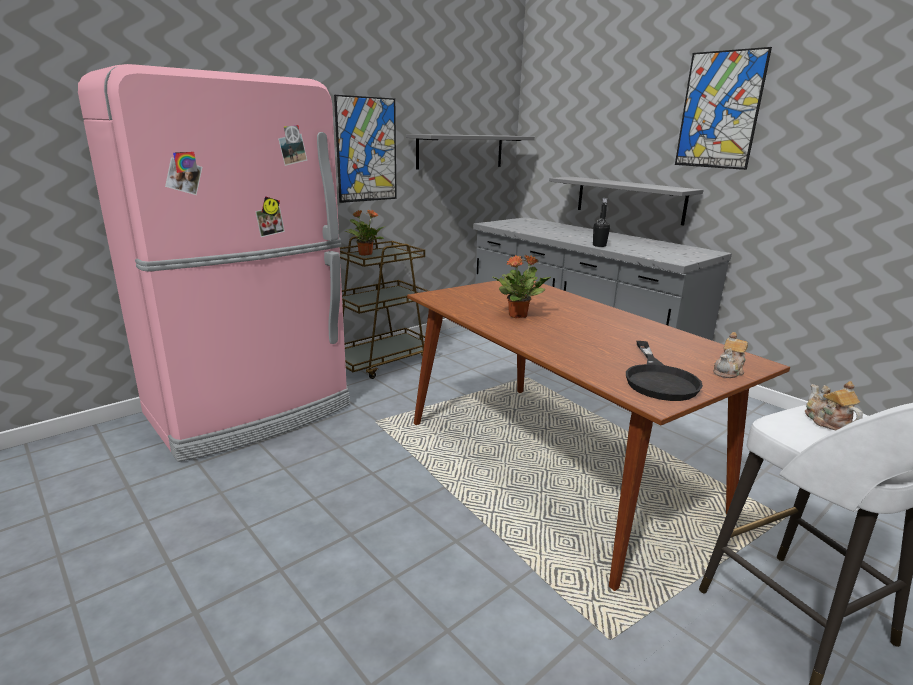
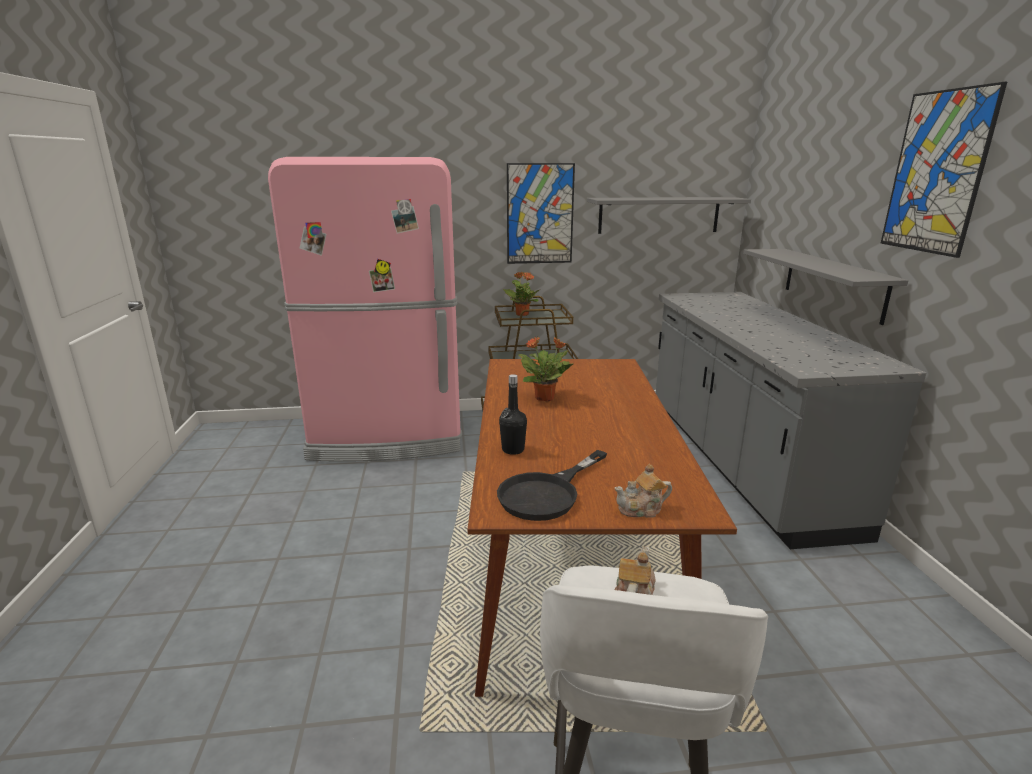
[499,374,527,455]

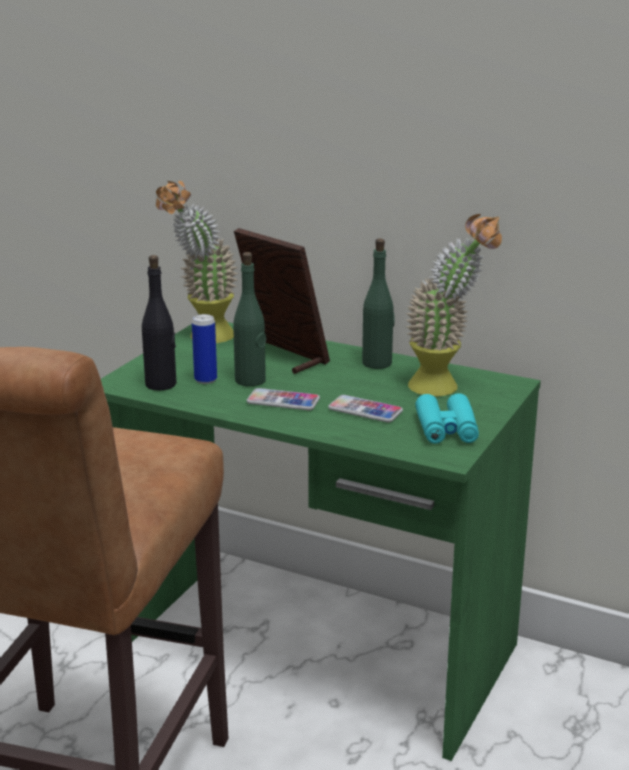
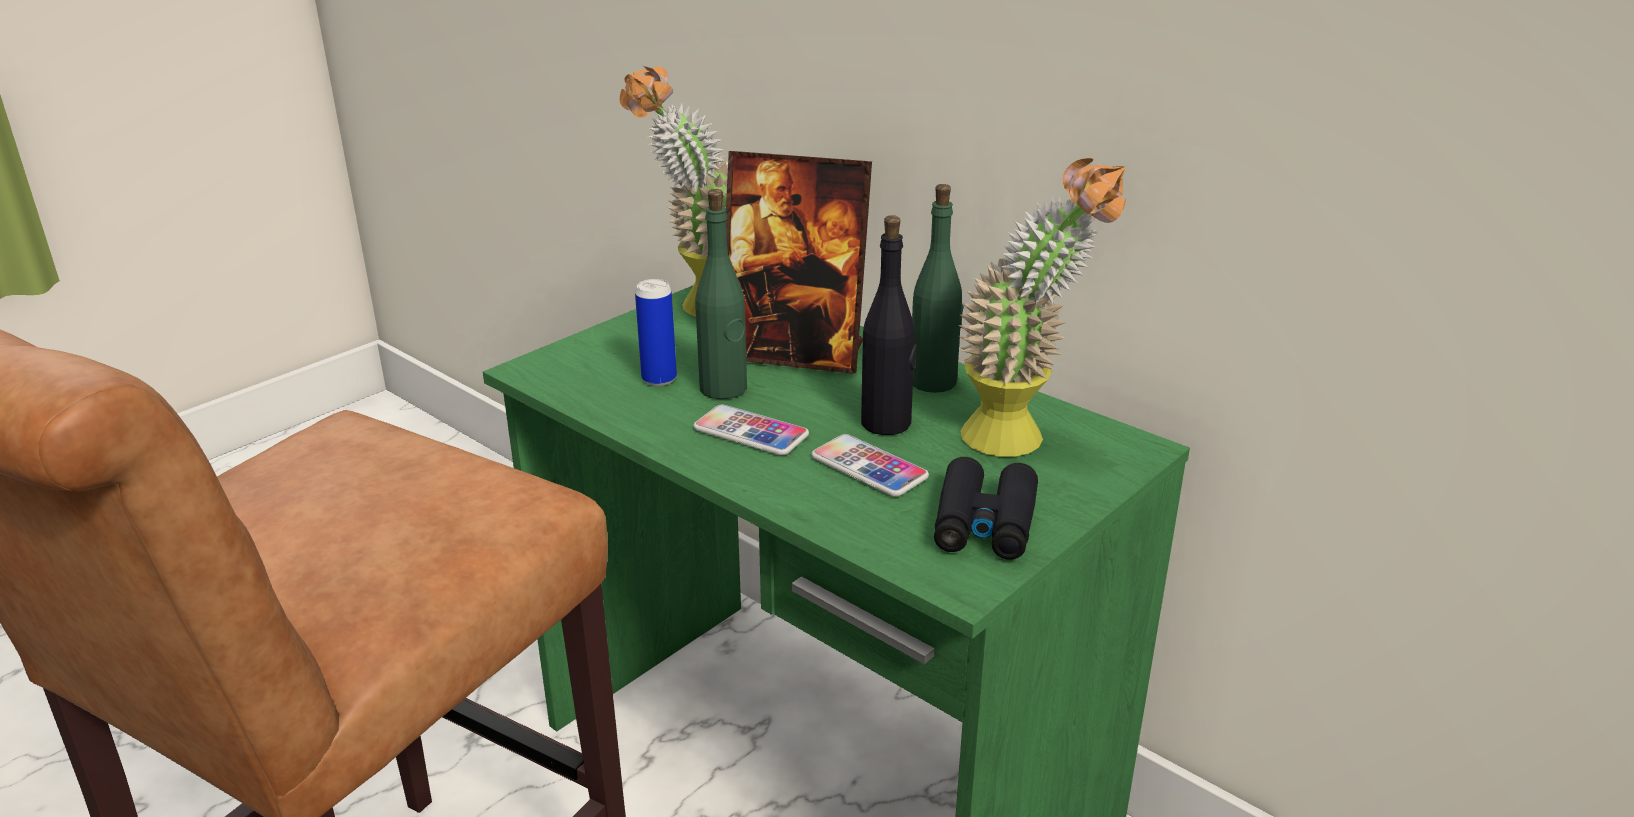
[726,151,872,374]
[861,215,917,435]
[934,457,1038,559]

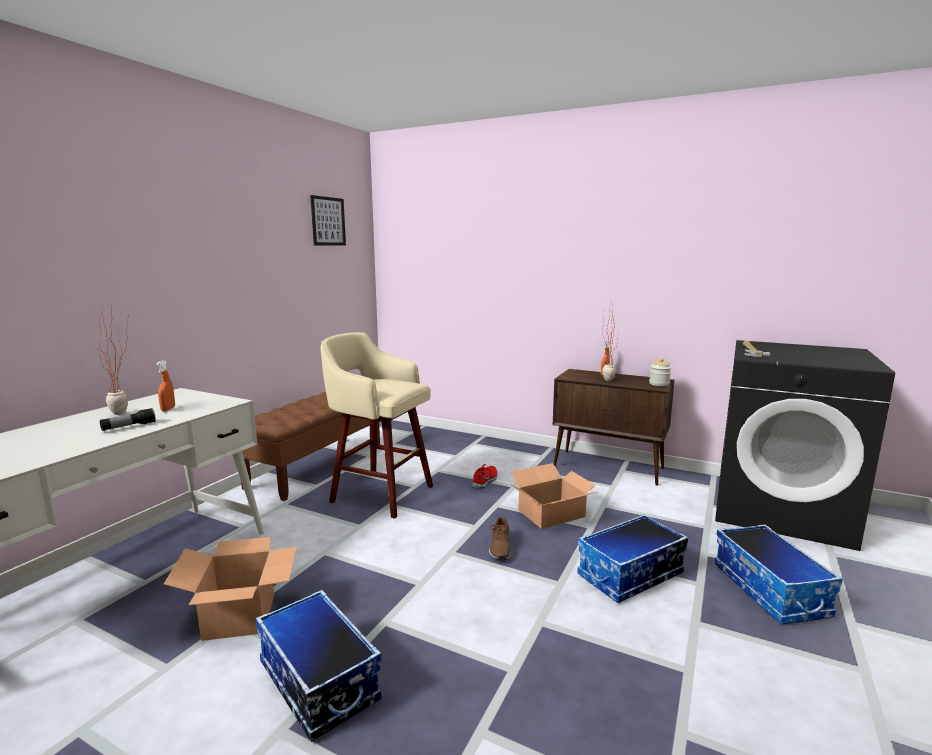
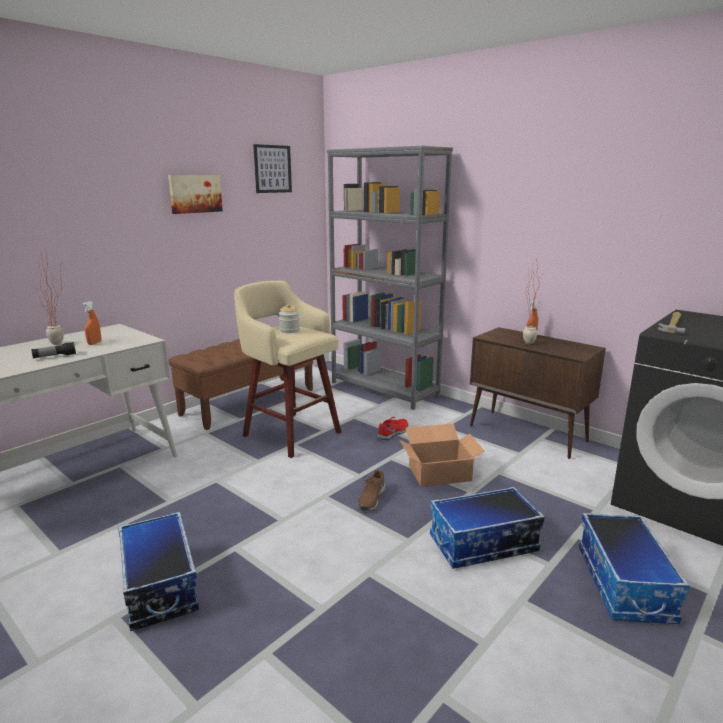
[168,175,223,214]
[279,304,300,333]
[327,146,453,410]
[164,537,297,641] (first image)

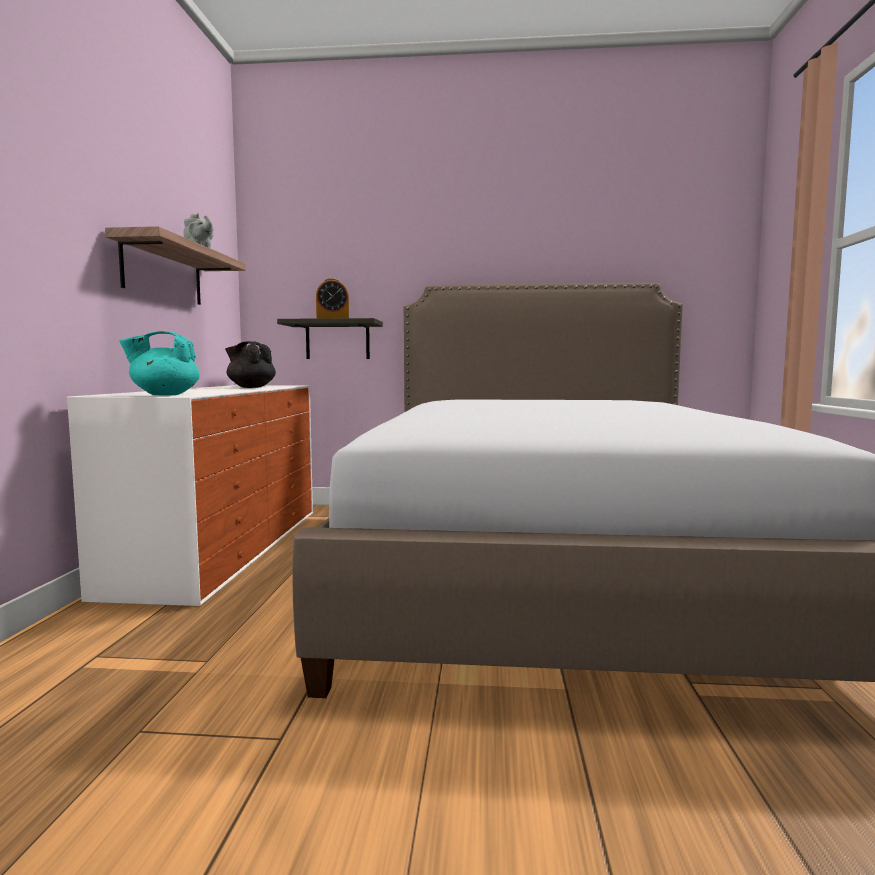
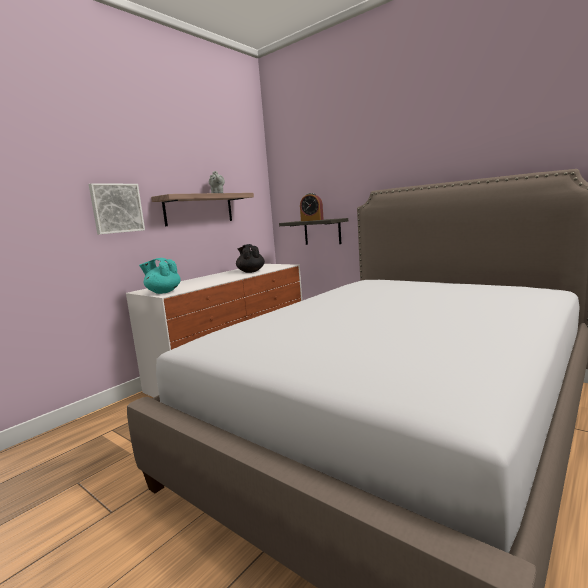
[89,183,145,234]

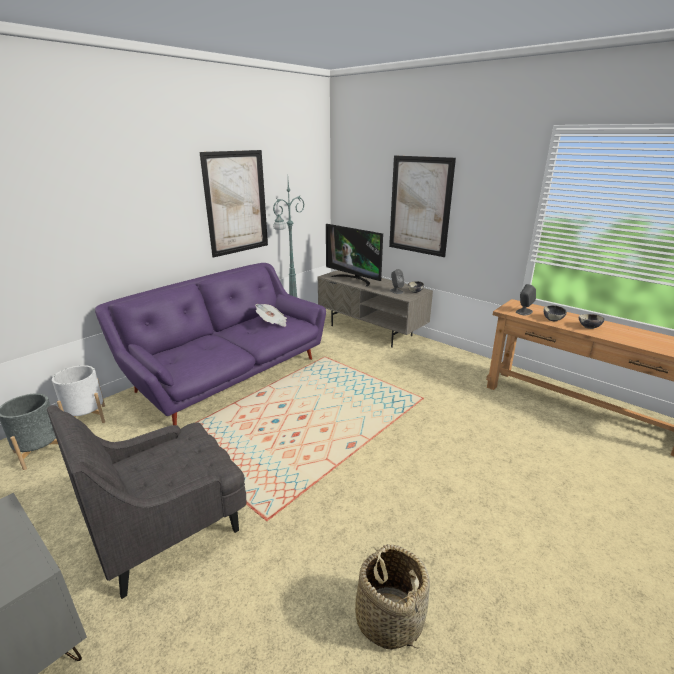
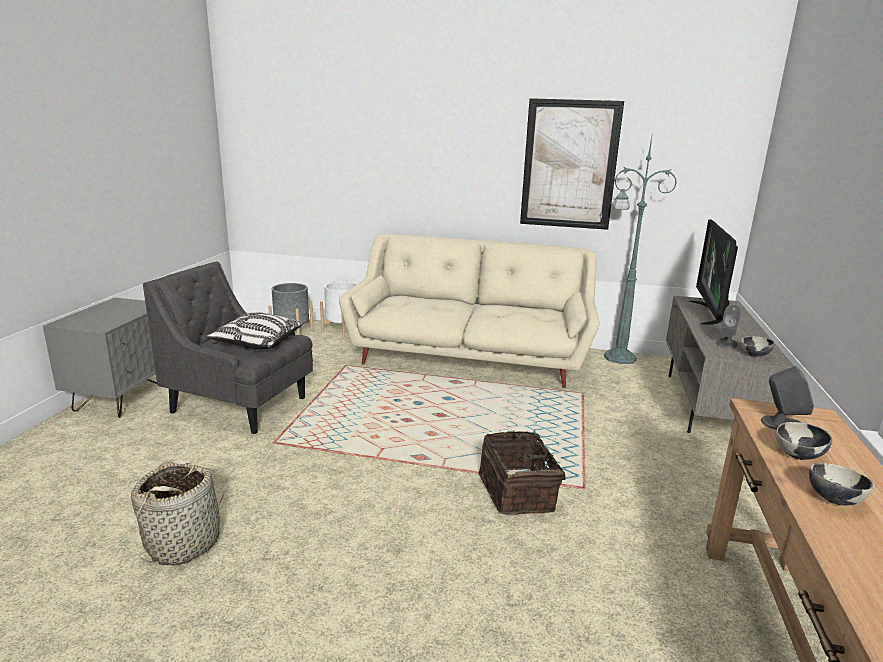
[206,312,303,349]
[339,234,600,388]
[479,431,566,515]
[255,304,287,327] (first image)
[389,156,456,257] (first image)

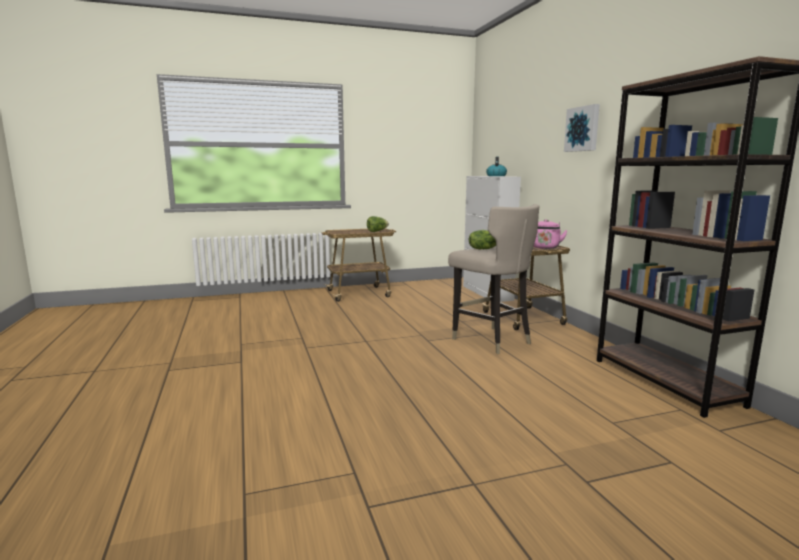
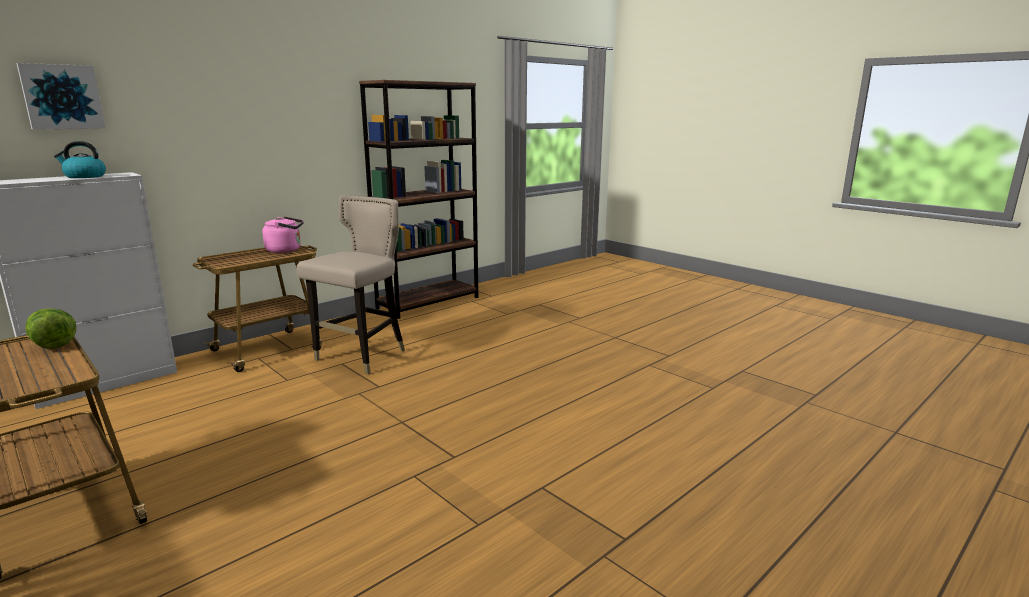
[17,63,105,130]
[469,230,496,249] (first image)

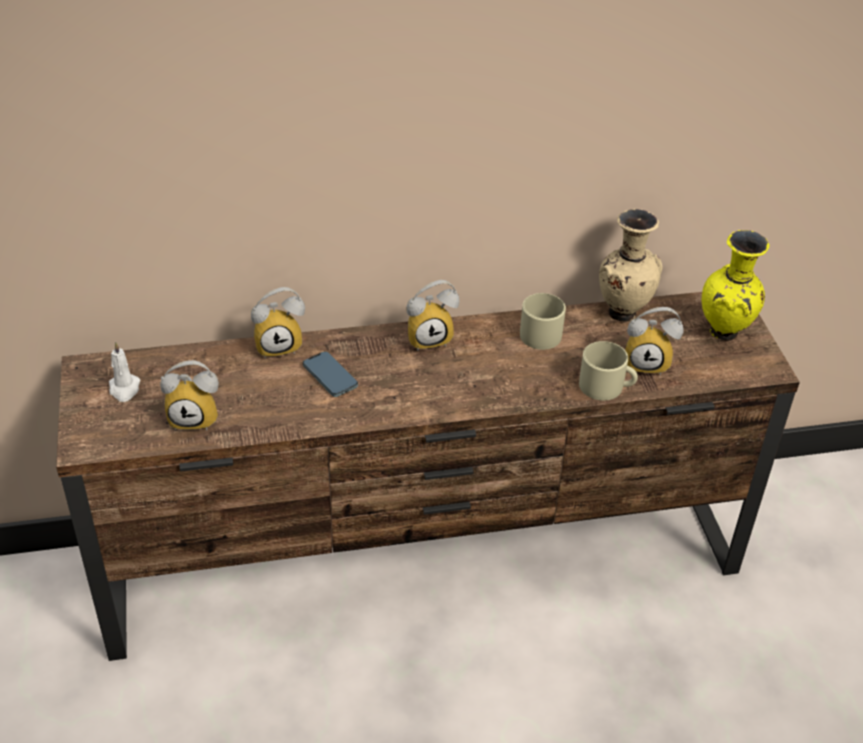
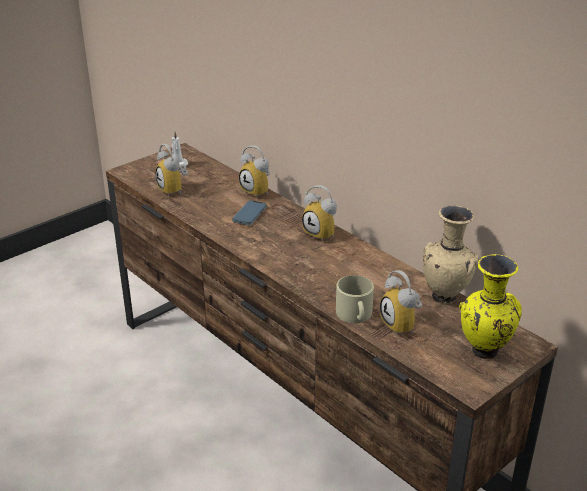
[520,293,566,350] (first image)

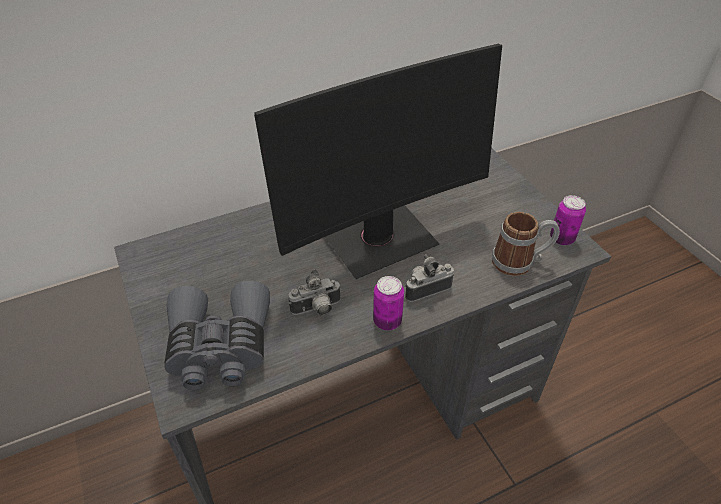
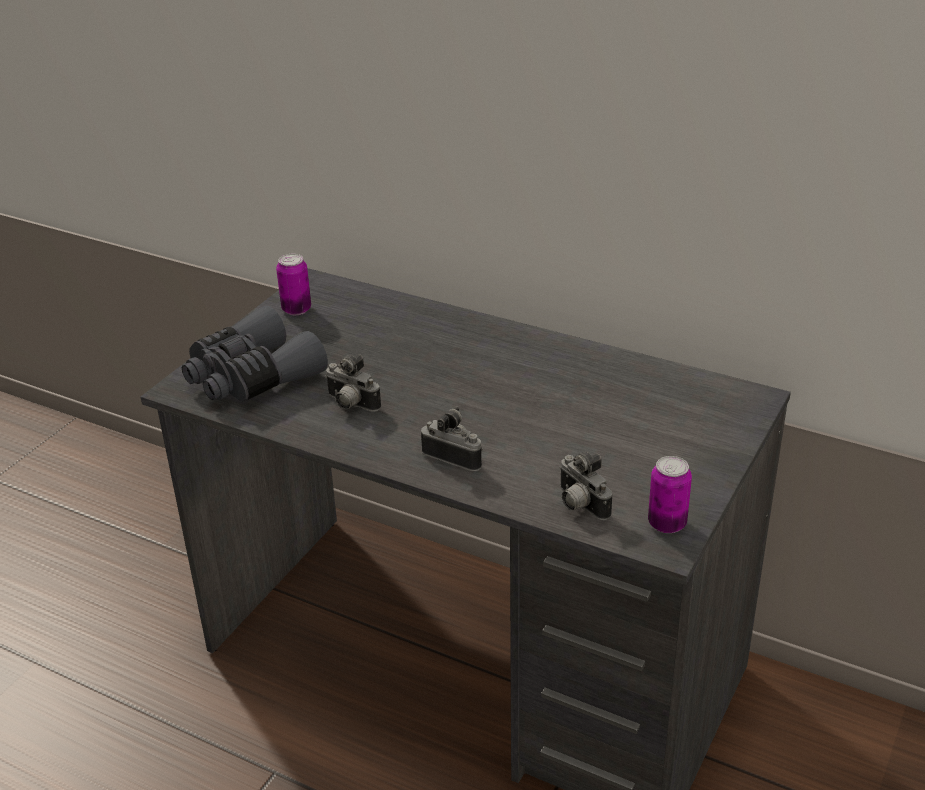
[276,254,311,315]
[559,451,612,520]
[254,44,502,279] (first image)

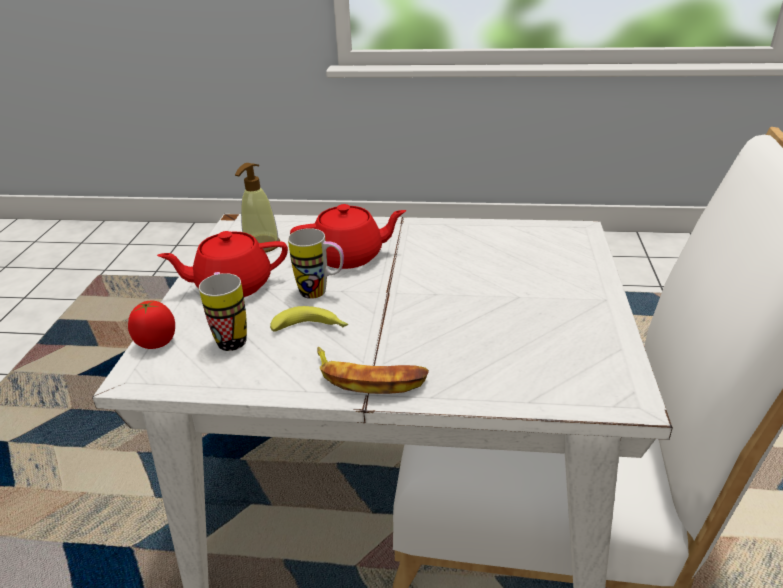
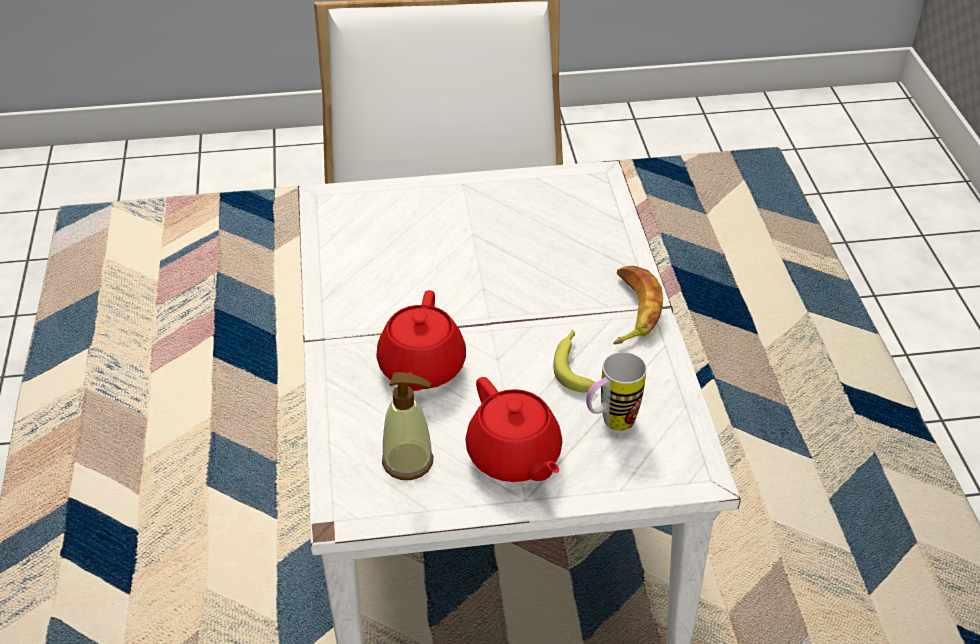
[376,290,466,391]
[128,301,175,349] (first image)
[288,228,344,299] (first image)

